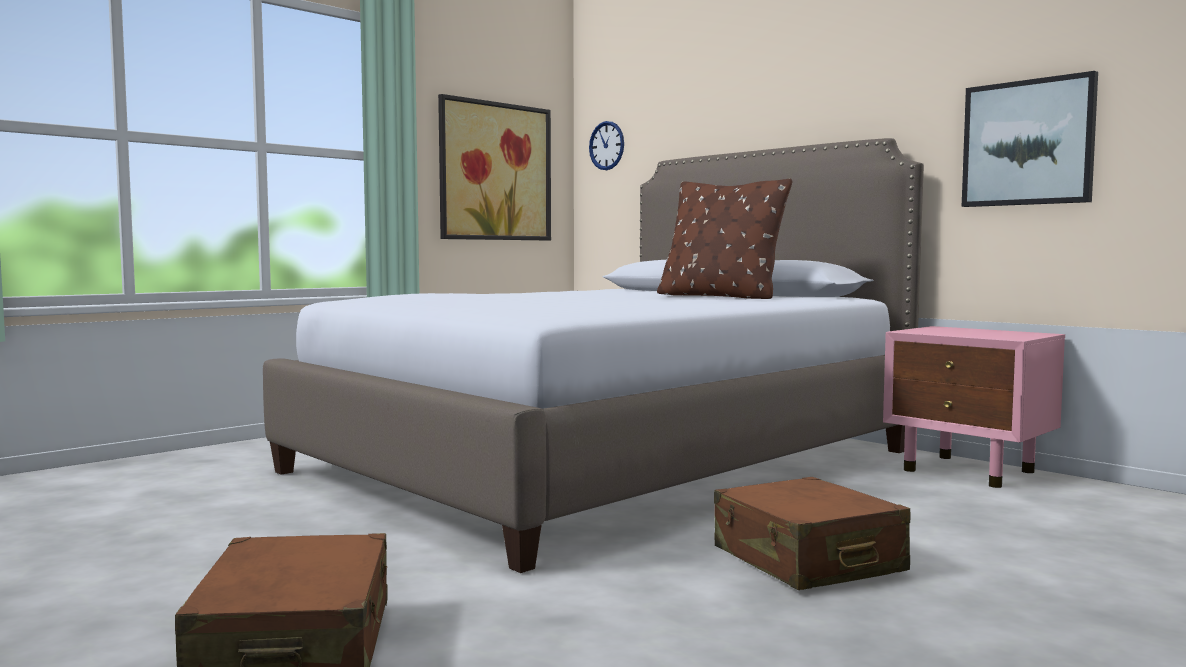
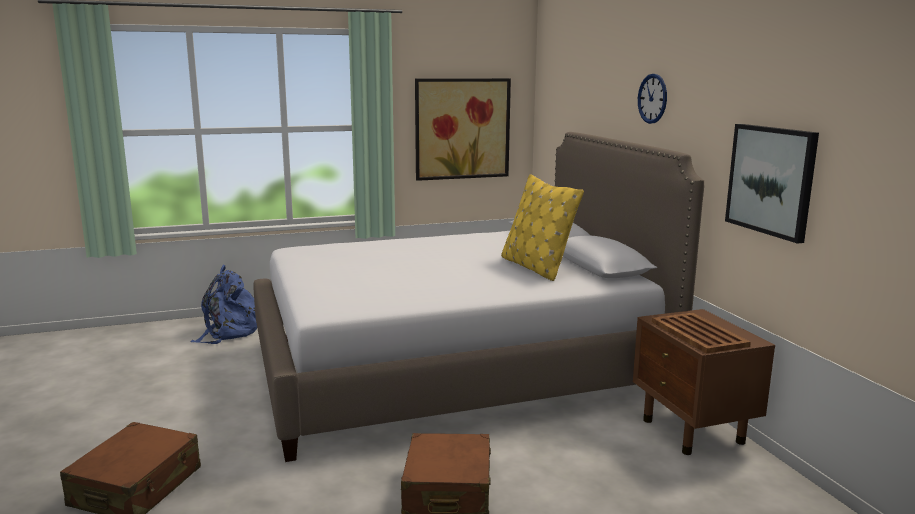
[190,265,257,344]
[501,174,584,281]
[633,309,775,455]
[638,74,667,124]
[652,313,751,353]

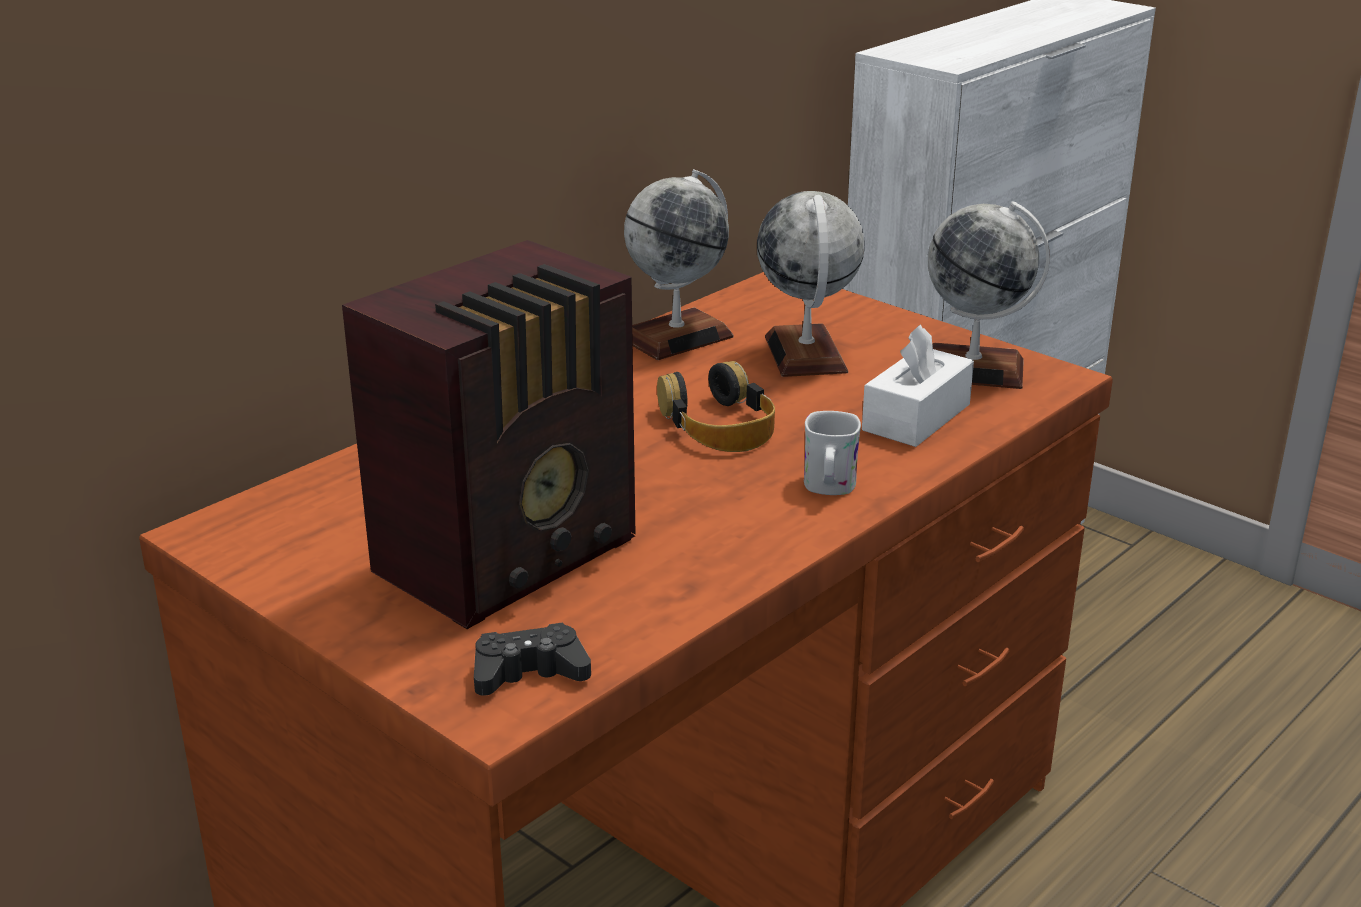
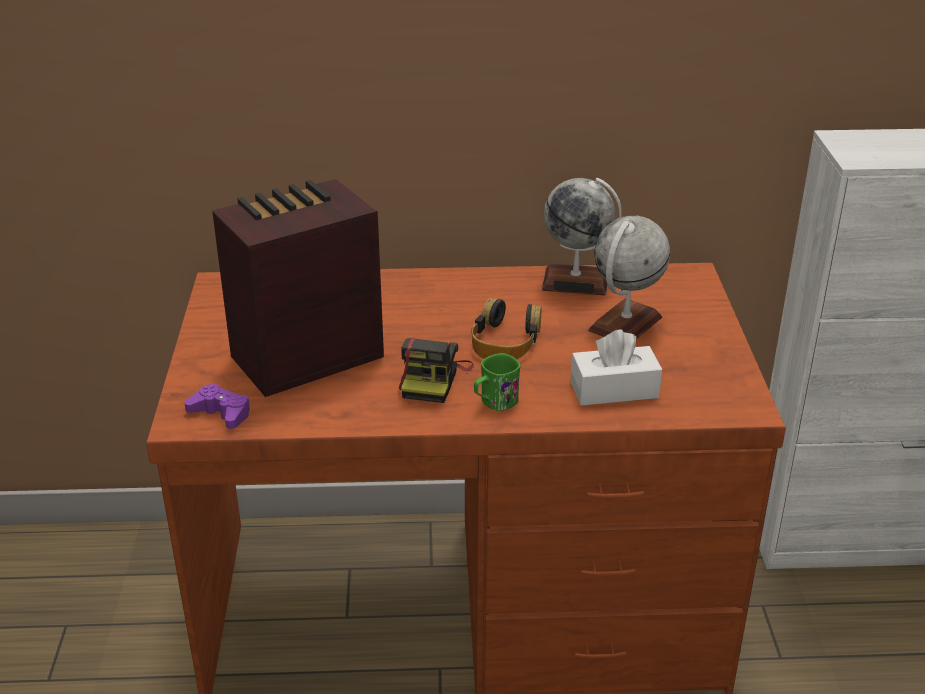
[184,384,251,429]
[212,179,384,397]
[399,338,474,403]
[474,353,521,411]
[928,201,1050,389] (first image)

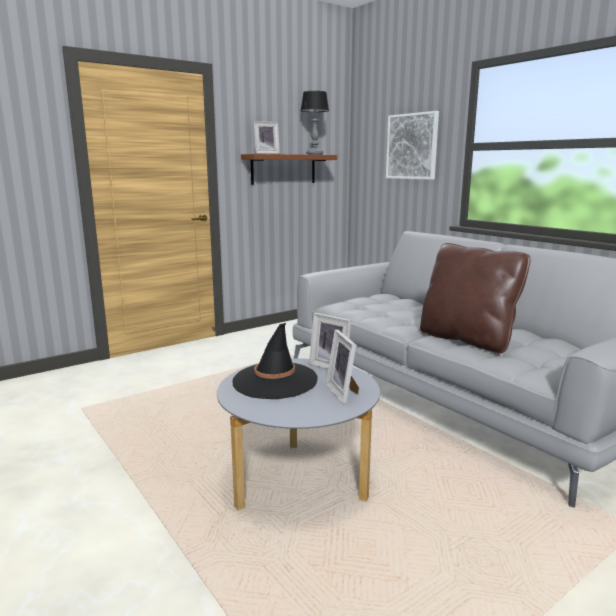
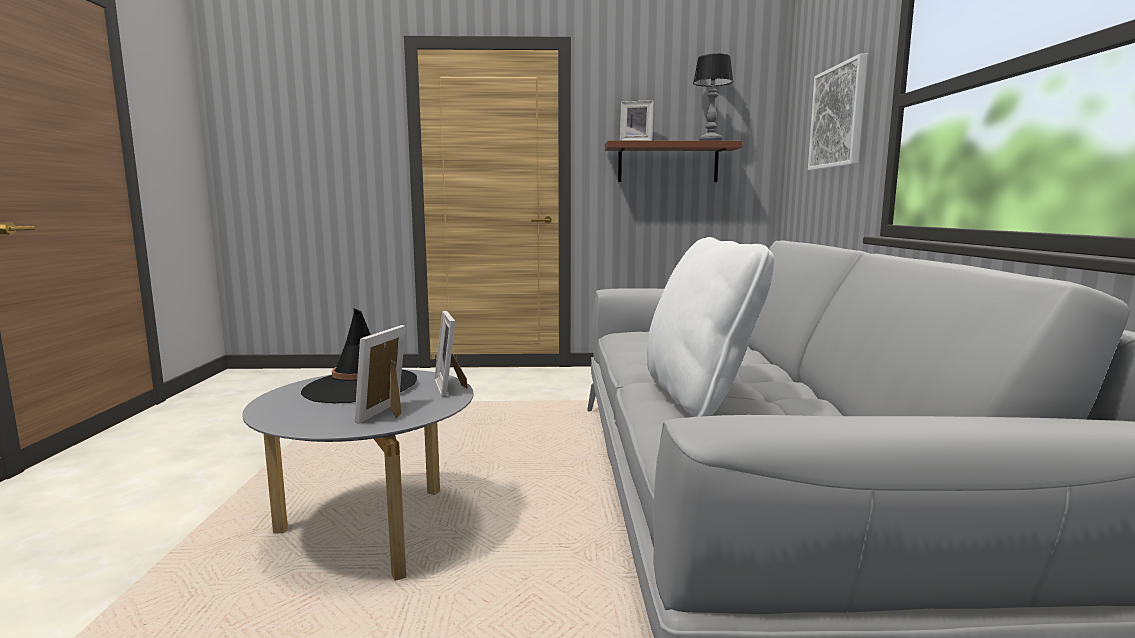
[647,237,775,417]

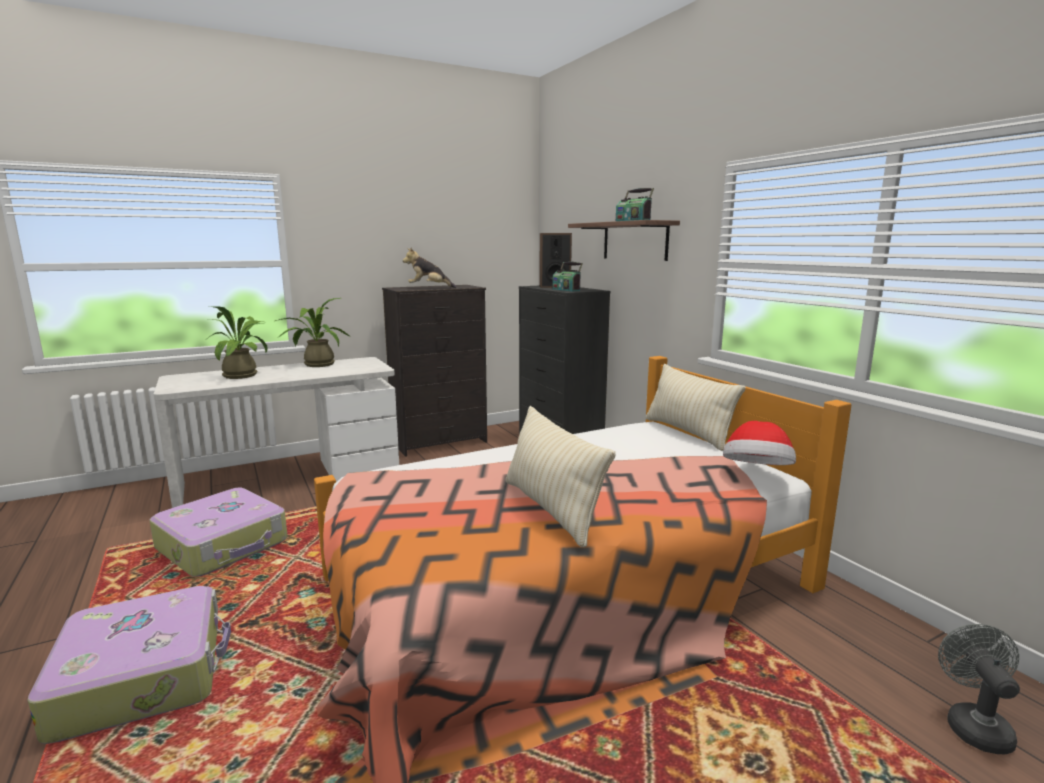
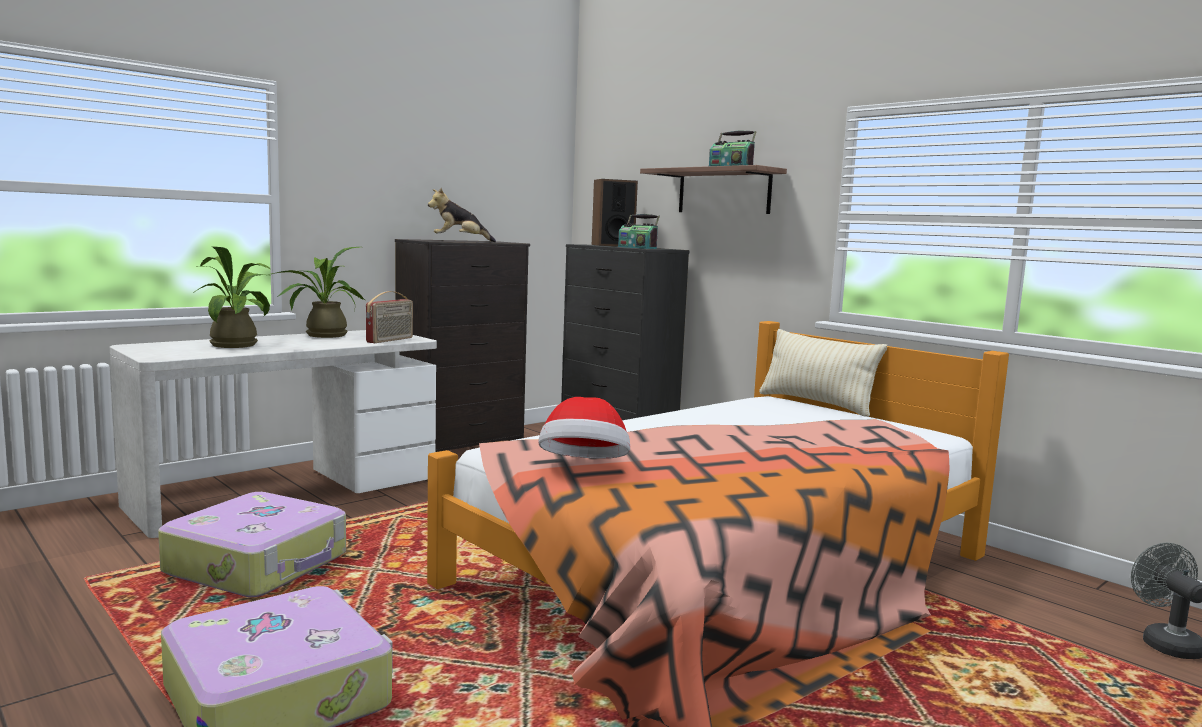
[366,291,413,343]
[538,397,630,459]
[506,406,616,547] (first image)

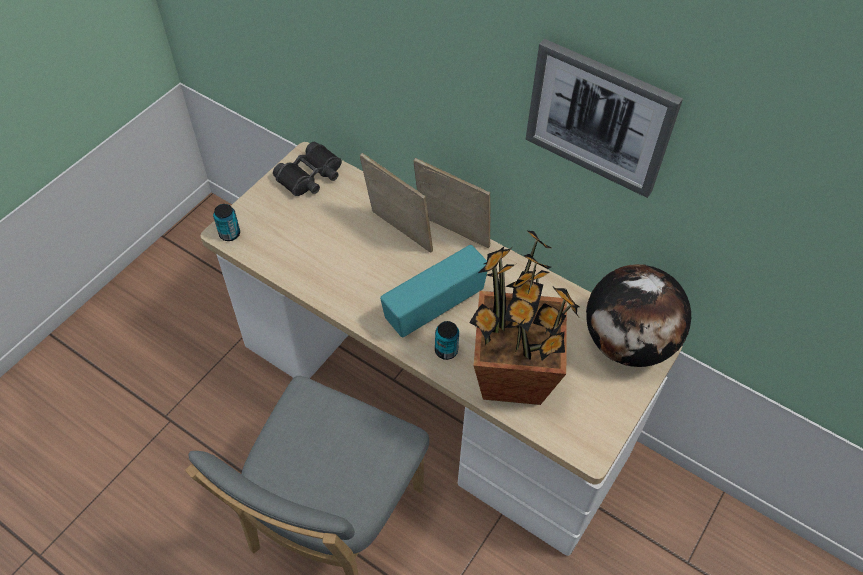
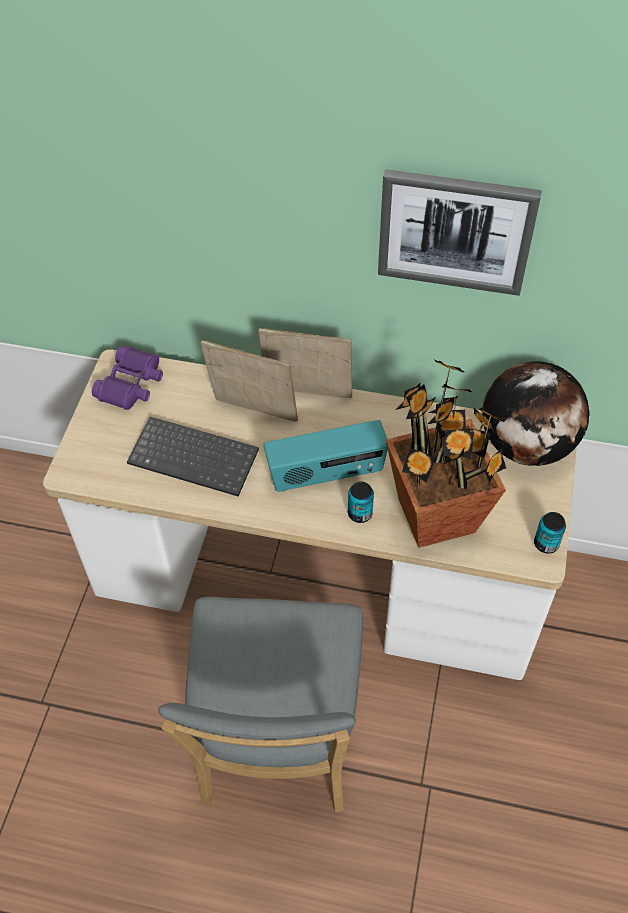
[92,346,163,410]
[127,417,259,496]
[263,420,388,492]
[534,512,566,554]

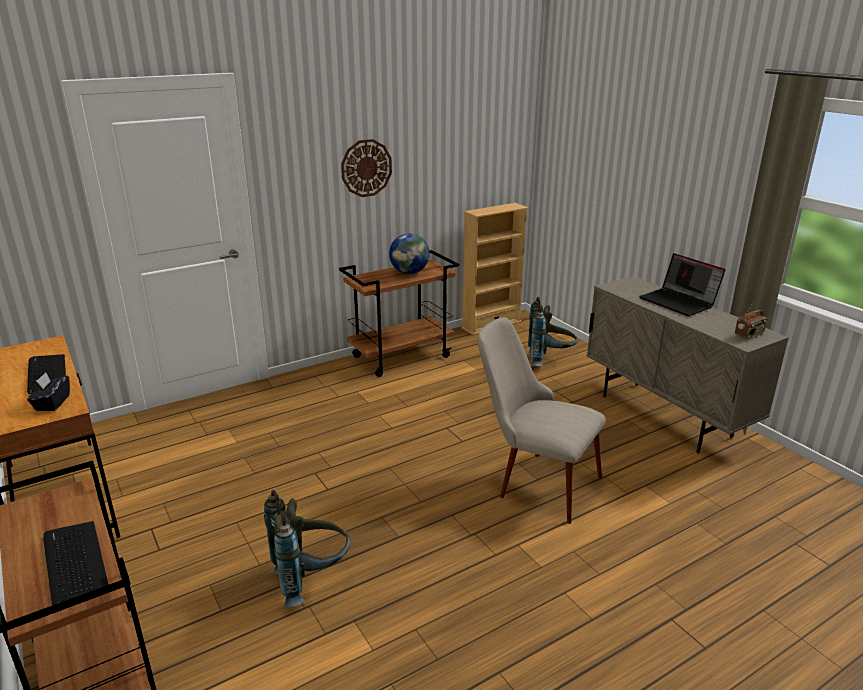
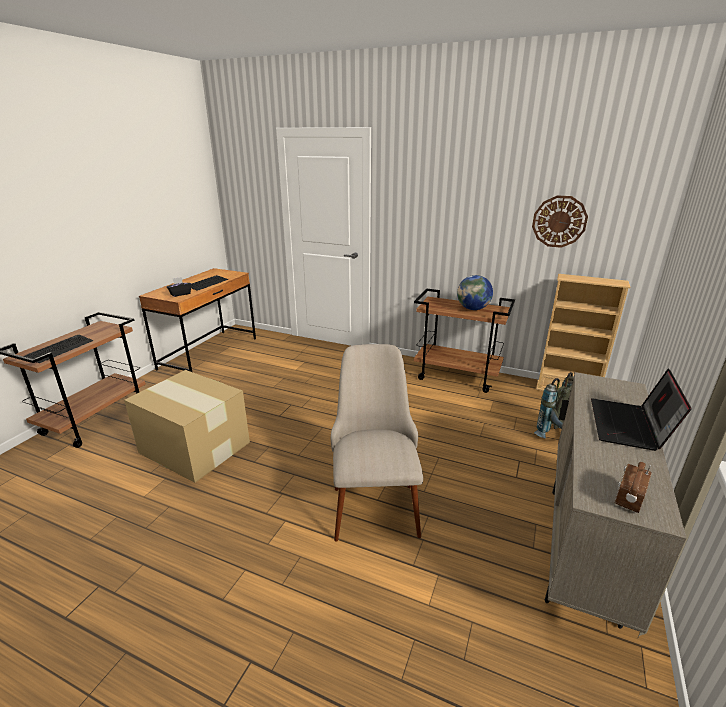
[124,370,250,483]
[532,195,588,248]
[614,462,652,513]

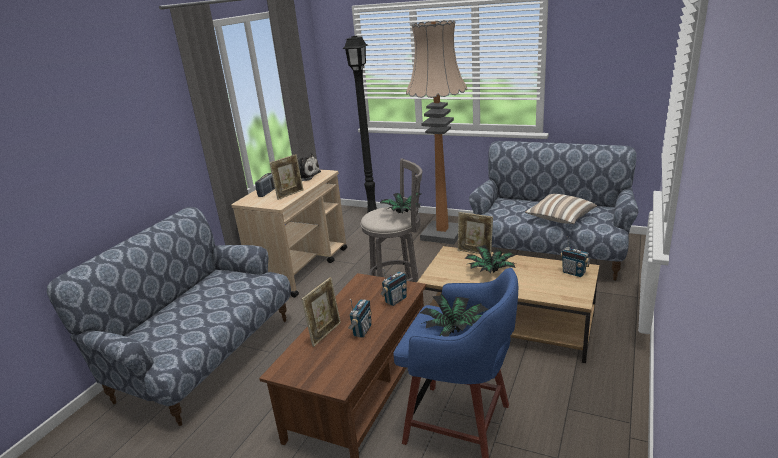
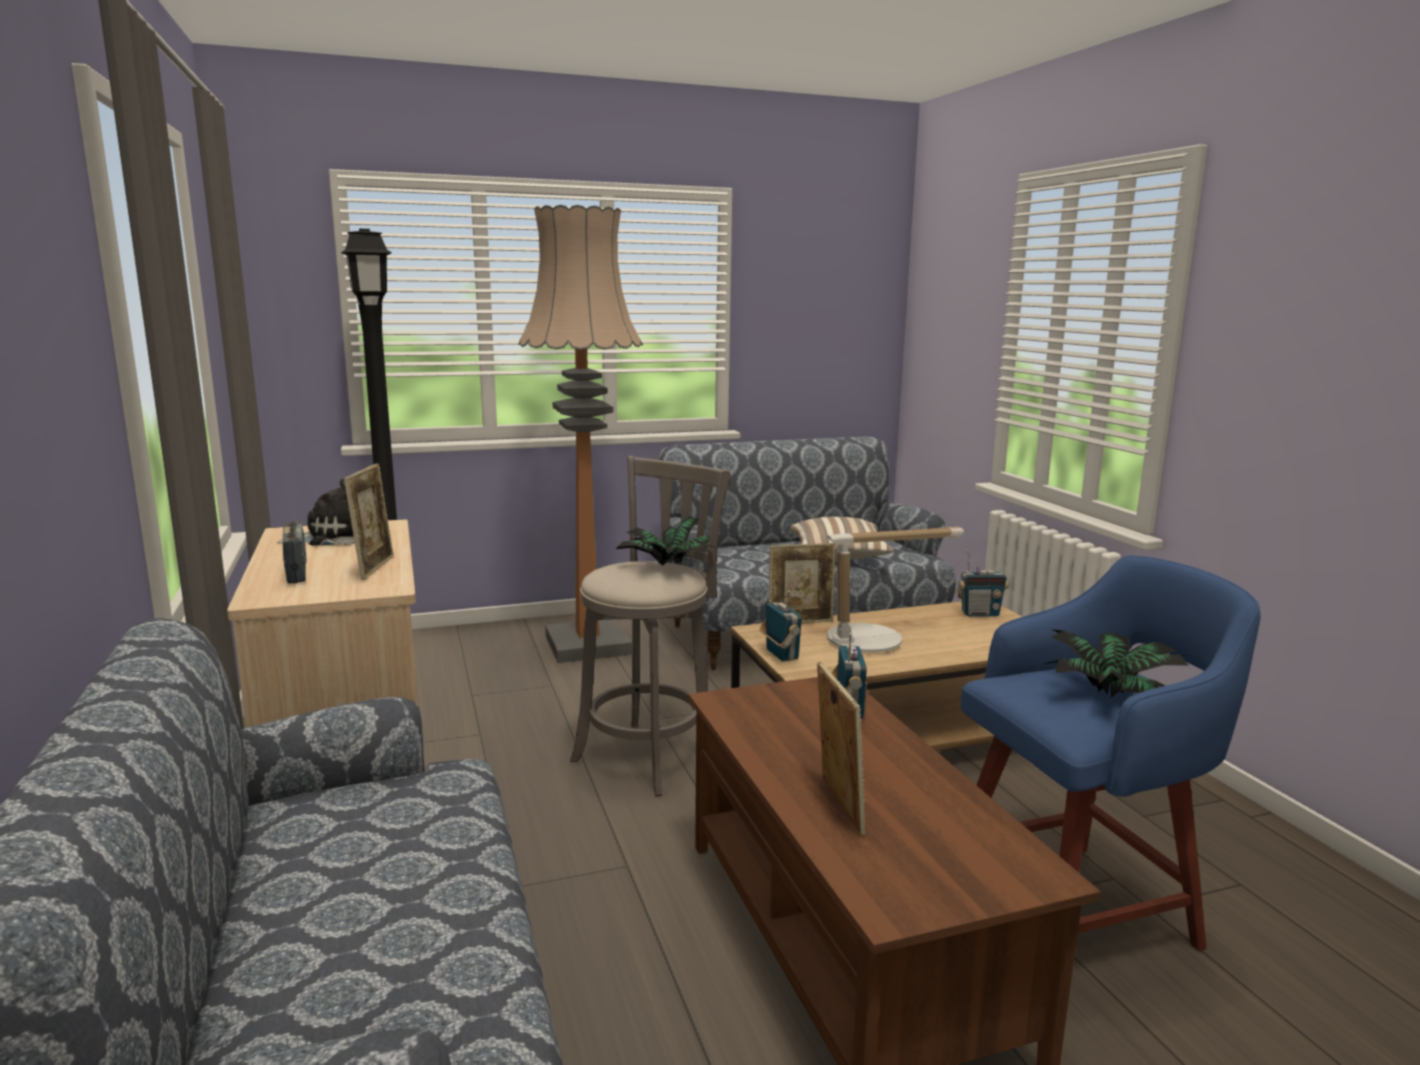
[760,590,802,661]
[827,527,964,653]

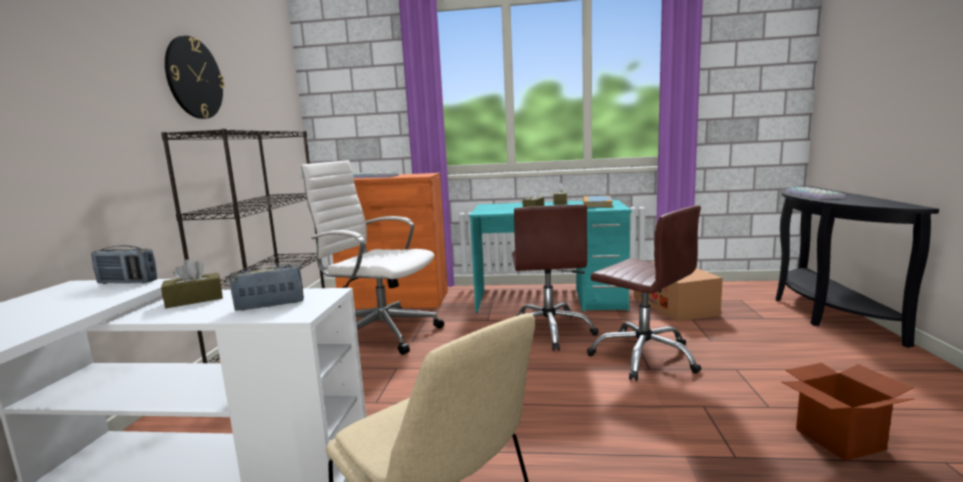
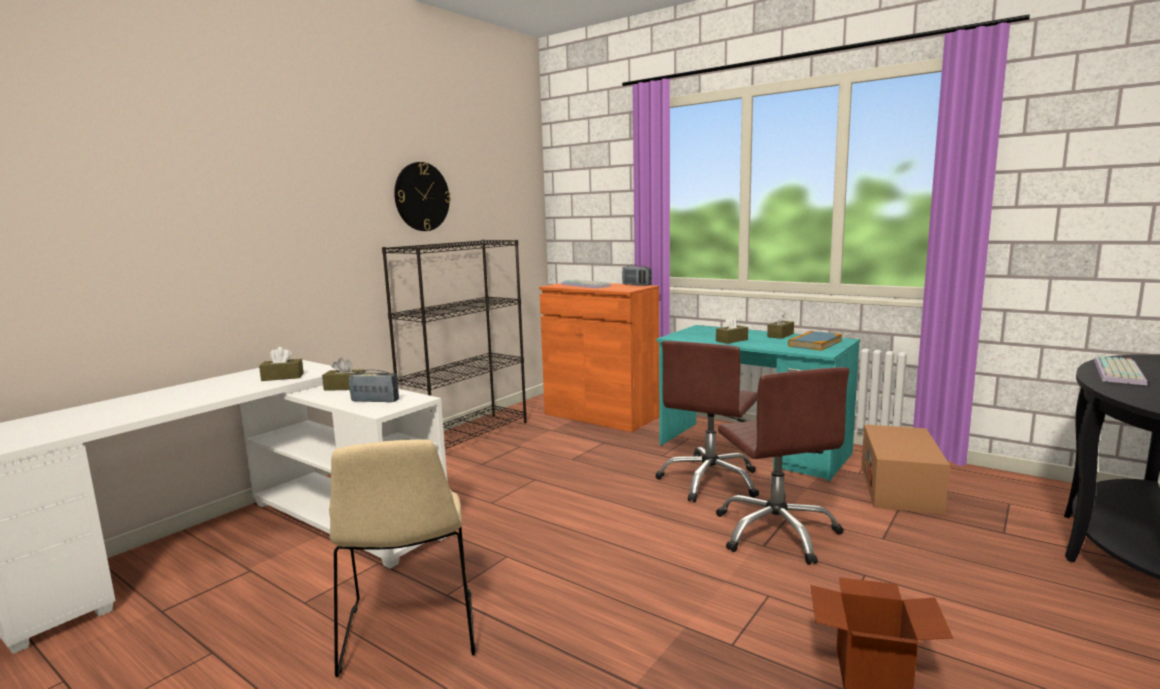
[259,347,304,381]
[622,265,652,286]
[300,160,444,355] (first image)

